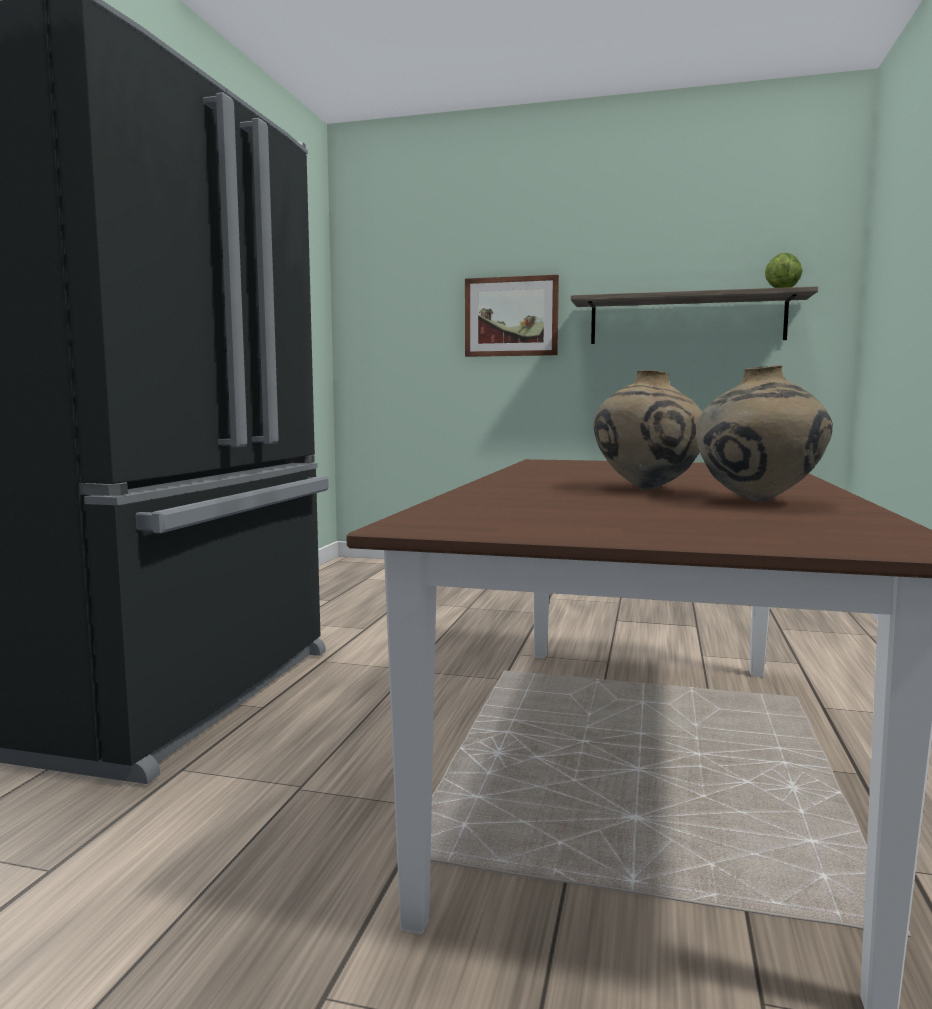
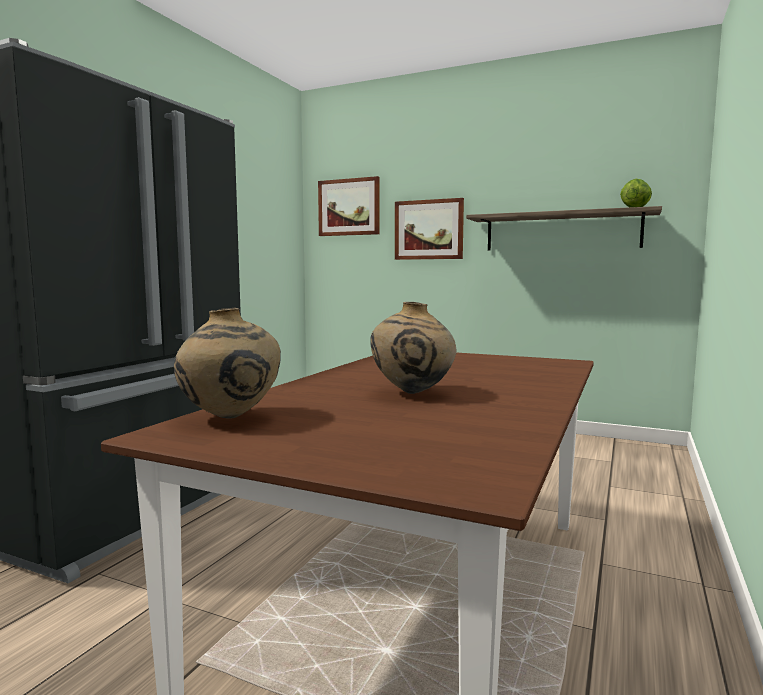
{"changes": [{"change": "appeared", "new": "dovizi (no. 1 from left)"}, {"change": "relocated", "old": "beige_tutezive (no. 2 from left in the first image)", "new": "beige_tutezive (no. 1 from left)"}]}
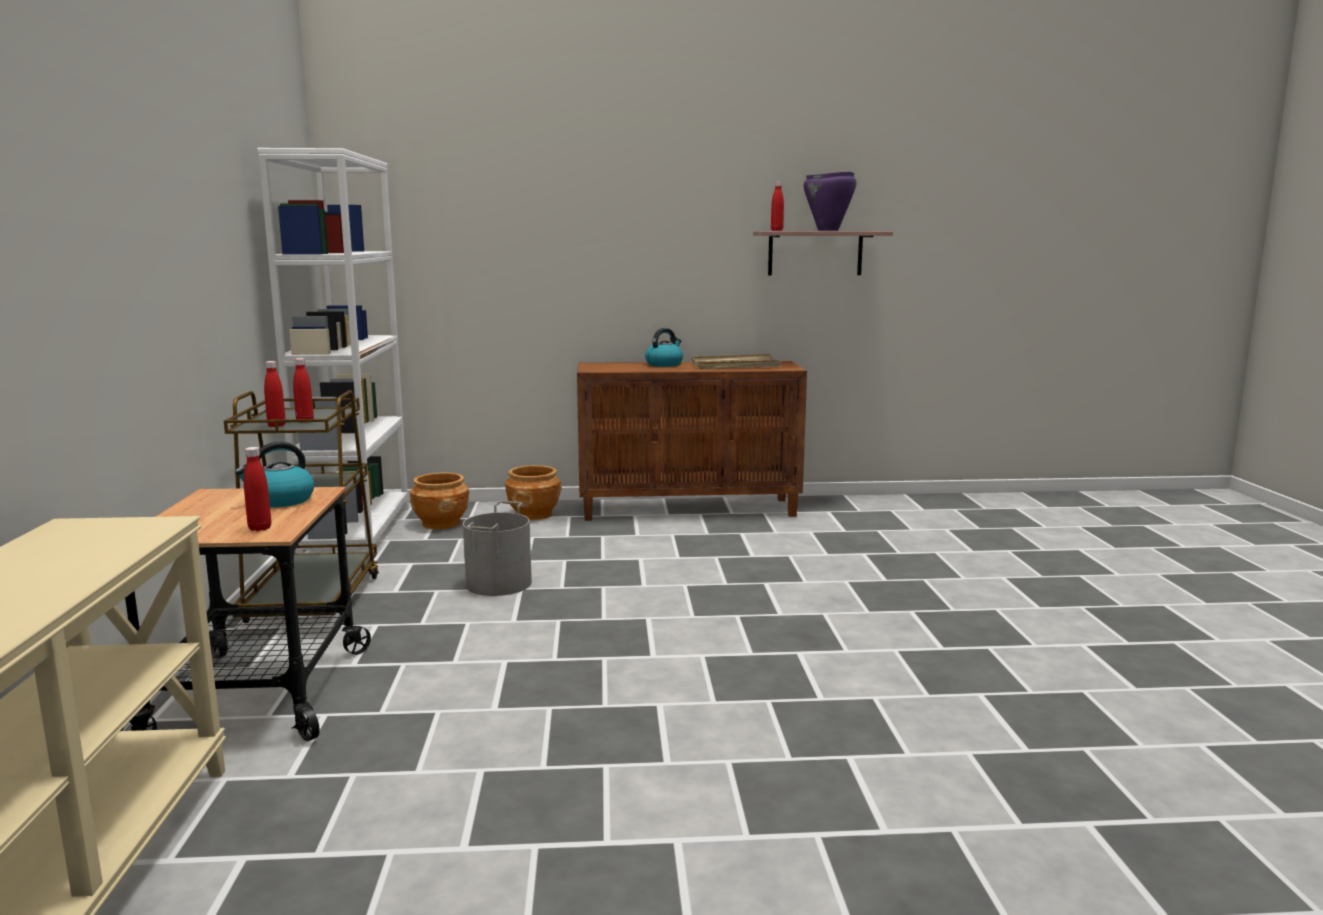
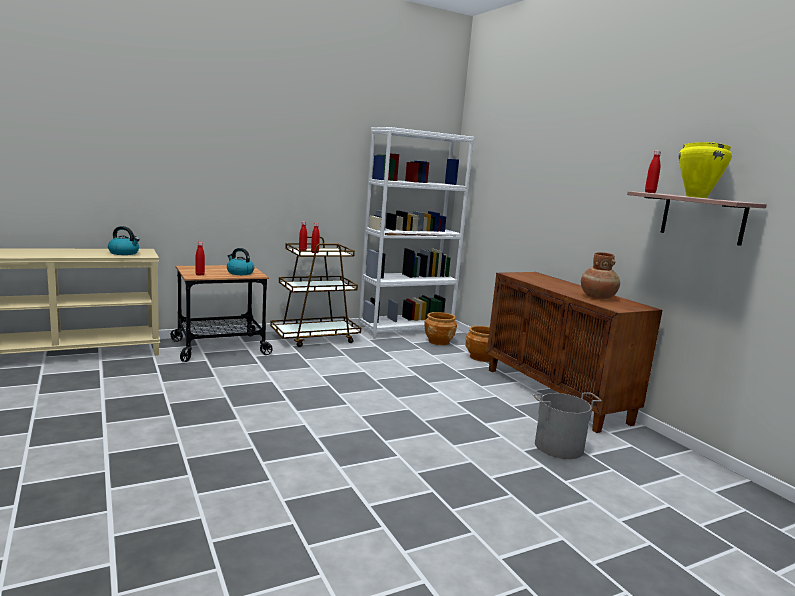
{"changes": [{"change": "relocated", "old": "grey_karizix"}, {"change": "relocated", "old": "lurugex (no. 2 from left in the first image)", "new": "lurugex (no. 1 from left)"}, {"change": "exchanged", "old": "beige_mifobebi", "new": "brown_tutezive"}, {"change": "colour", "old": "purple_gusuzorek", "new": "yellow_gusuzorek"}]}
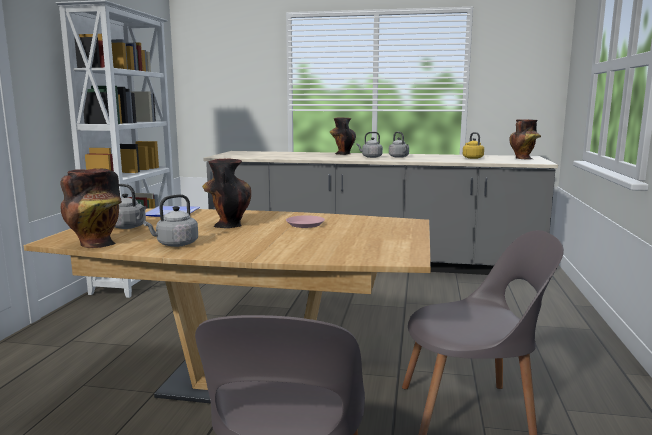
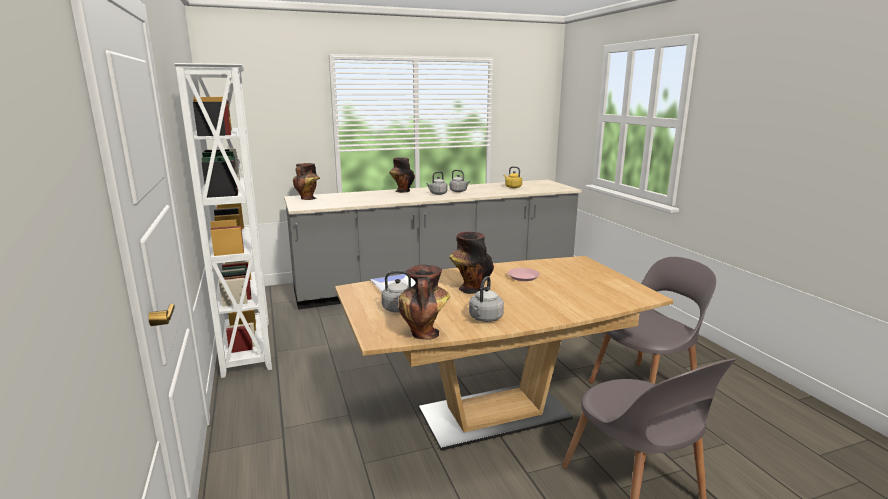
{"changes": [{"change": "relocated", "old": "tutezive (no. 4 from left in the first image)", "new": "tutezive (no. 1 from left)"}]}
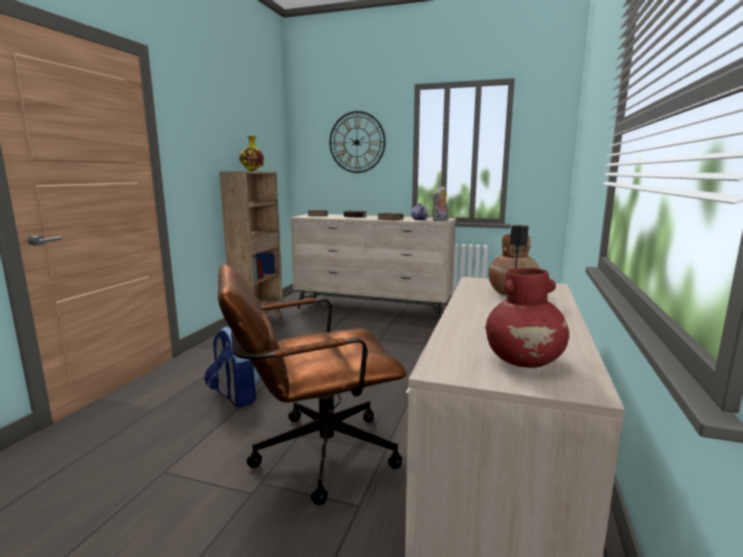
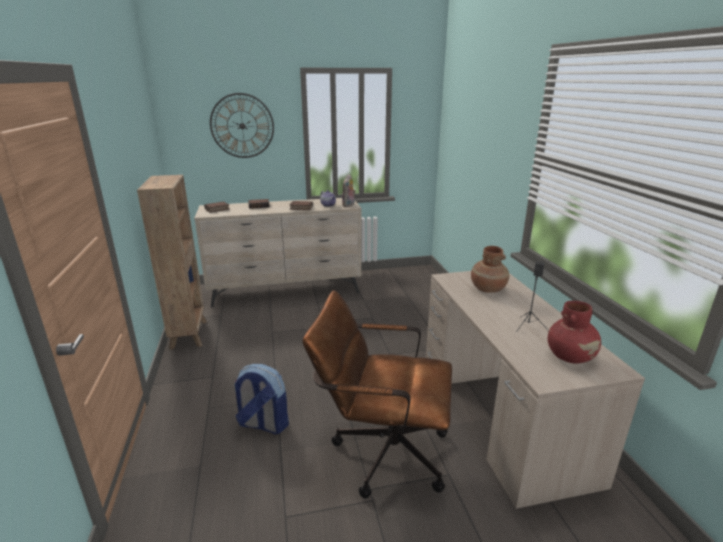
{"changes": [{"change": "missing", "old": "yellow_tutezive"}, {"change": "spun", "old": "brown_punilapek", "degrees": 60}]}
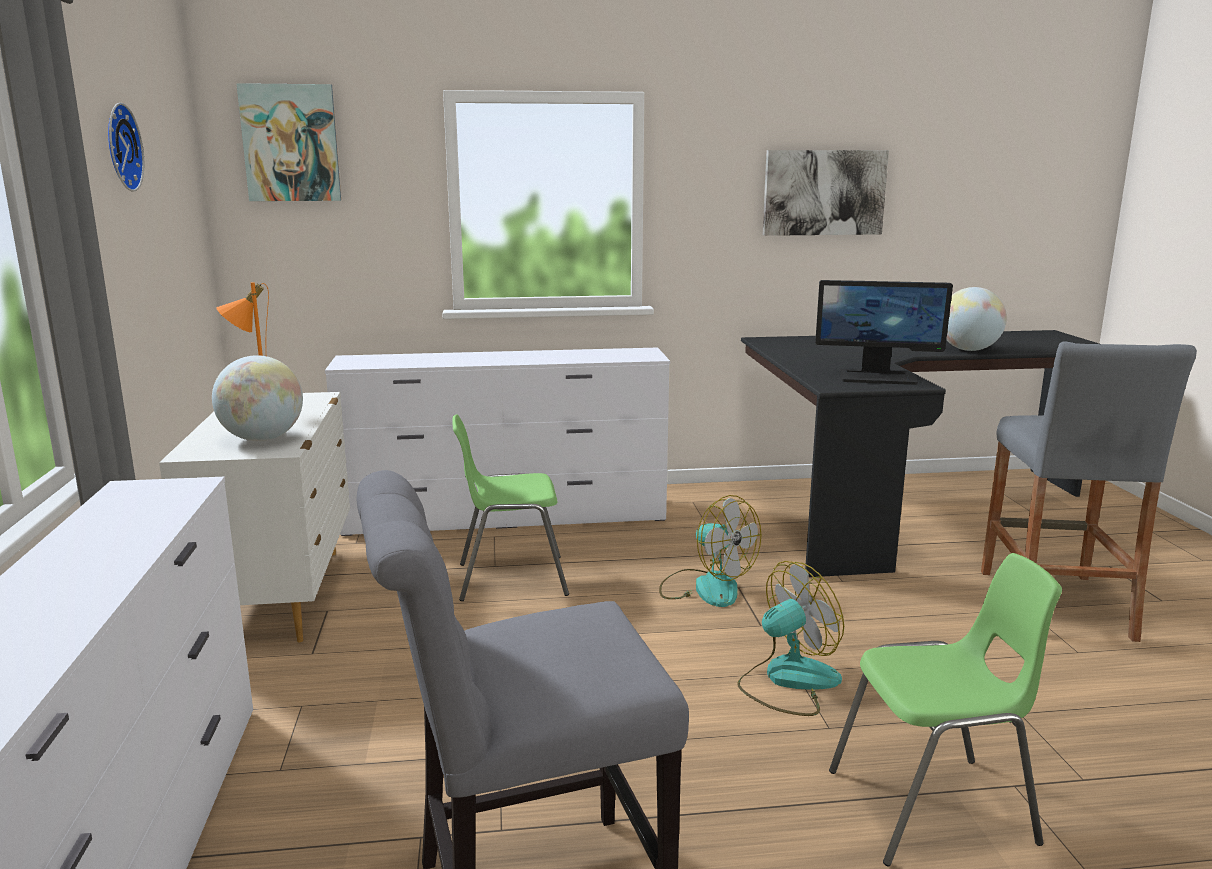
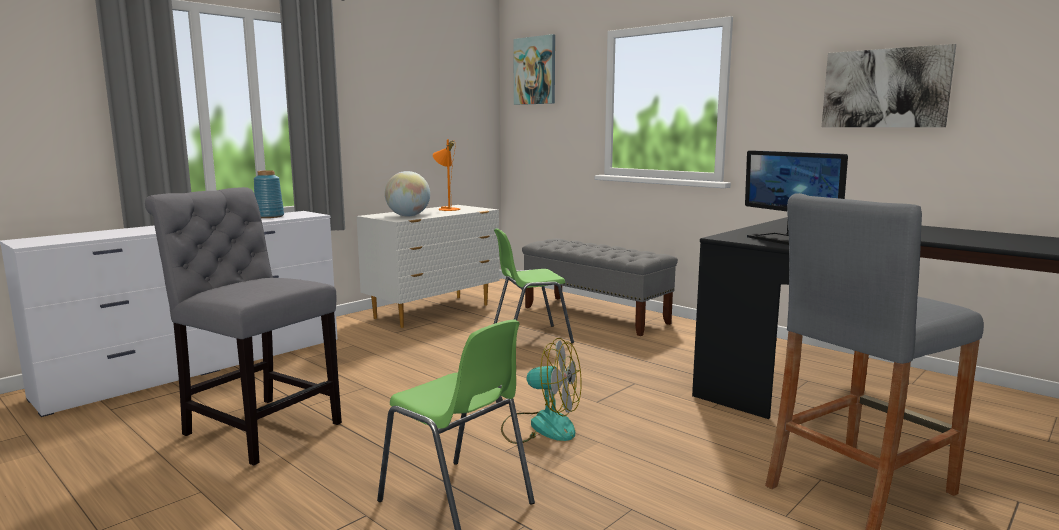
{"changes": [{"change": "missing", "old": "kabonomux"}, {"change": "missing", "old": "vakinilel (no. 1 from left)"}, {"change": "missing", "old": "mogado (no. 2 from left)"}, {"change": "appeared", "new": "blue_tutezive"}, {"change": "exchanged", "old": "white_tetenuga (no. 3 from left)", "new": "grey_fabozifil"}, {"change": "spun", "old": "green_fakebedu (no. 1 from left in the first image)", "degrees": -60}]}
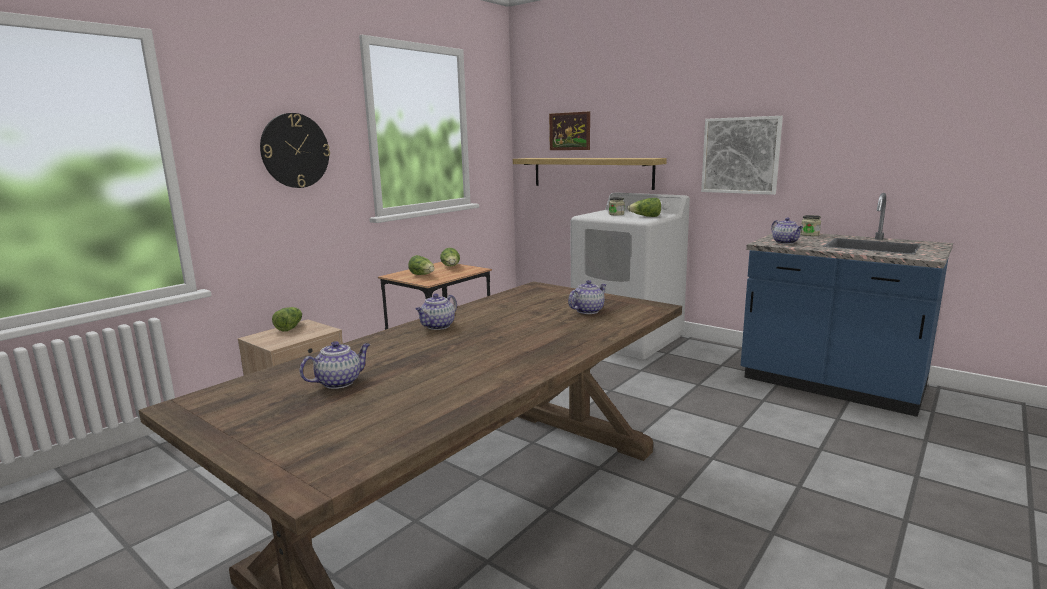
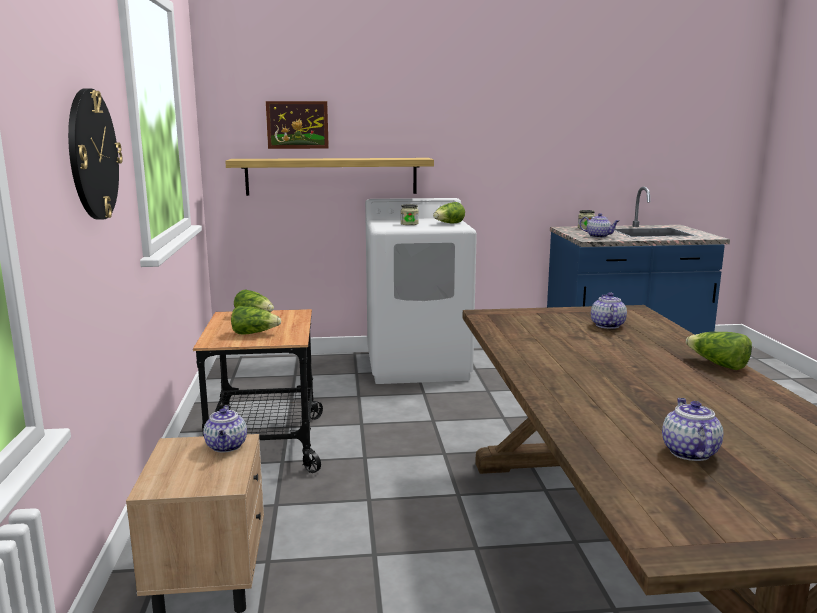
{"changes": [{"change": "missing", "old": "dovizi (no. 2 from left)"}, {"change": "relocated", "old": "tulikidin (no. 1 from left in the first image)", "new": "tulikidin (no. 4 from left)"}, {"change": "relocated", "old": "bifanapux (no. 2 from left in the first image)", "new": "bifanapux (no. 1 from left)"}]}
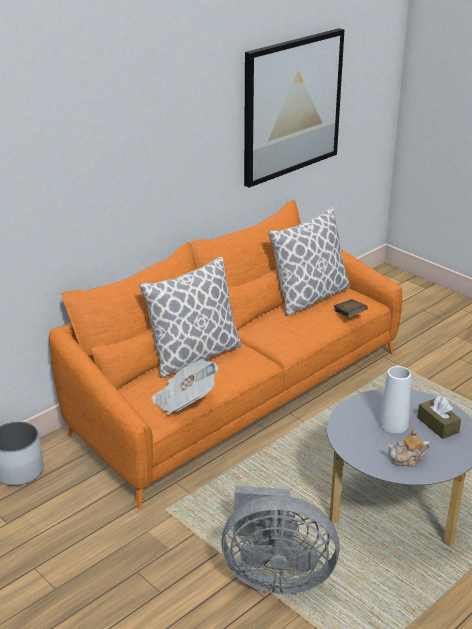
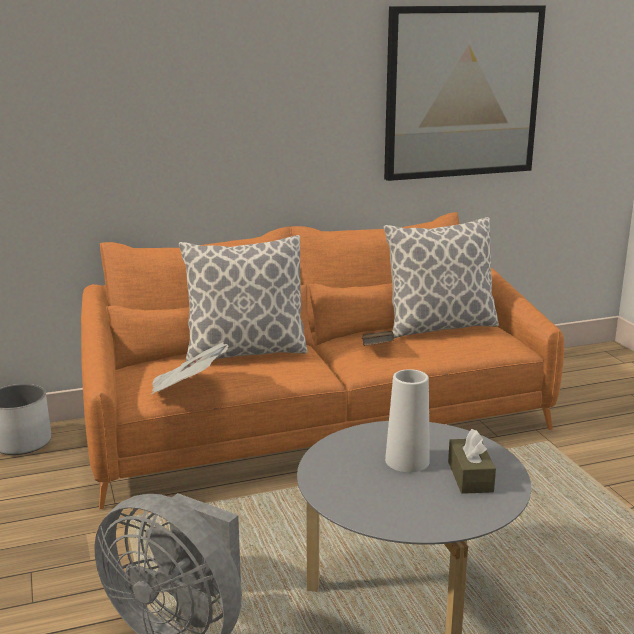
{"changes": [{"change": "missing", "old": "bifanapux"}, {"change": "relocated", "old": "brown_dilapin"}]}
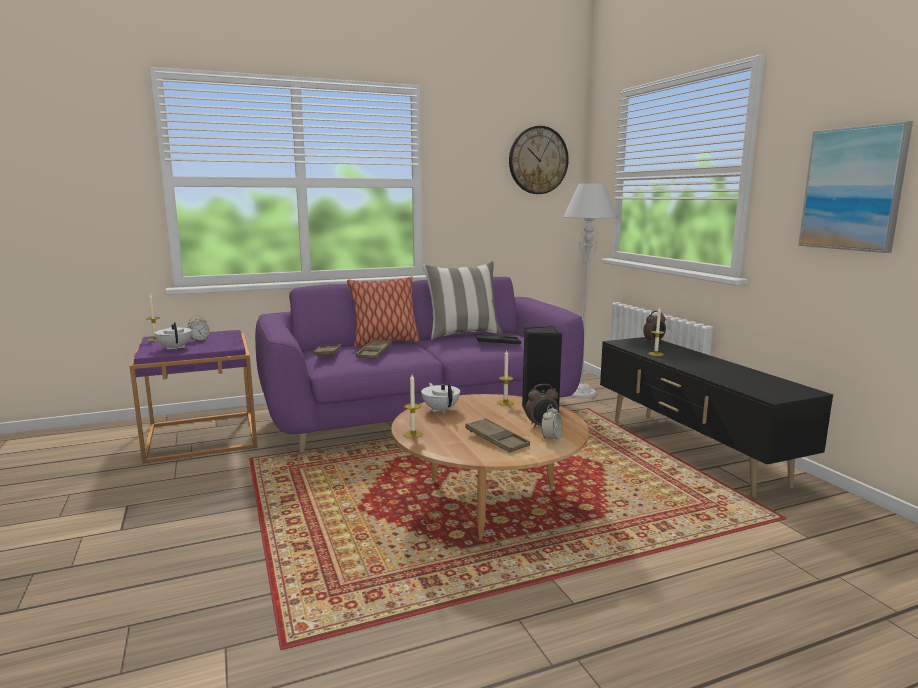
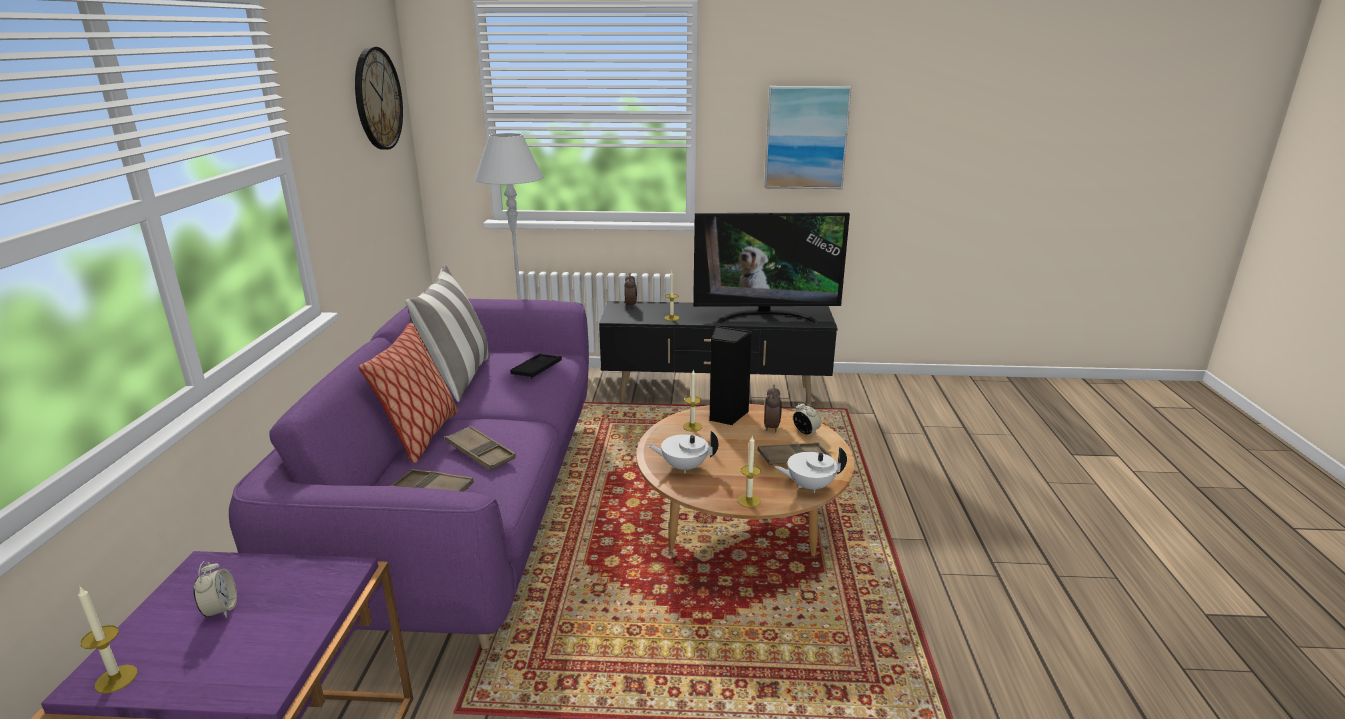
{"changes": [{"change": "appeared", "new": "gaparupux"}, {"change": "relocated", "old": "white_bifanapux (no. 1 from left in the first image)", "new": "white_bifanapux (no. 2 from left)"}]}
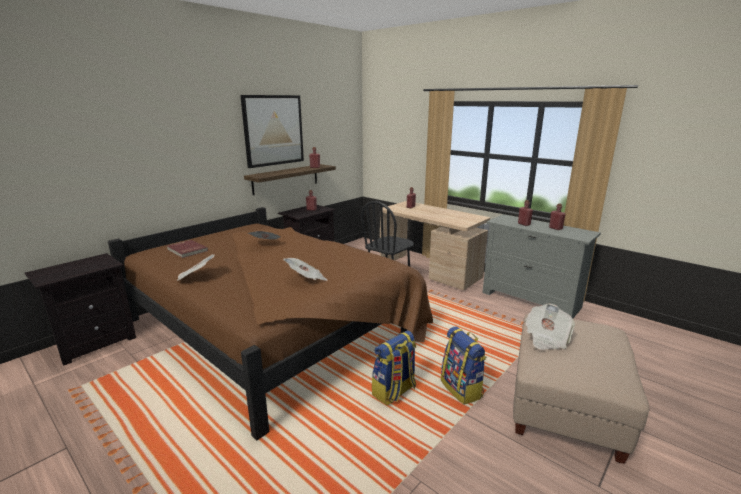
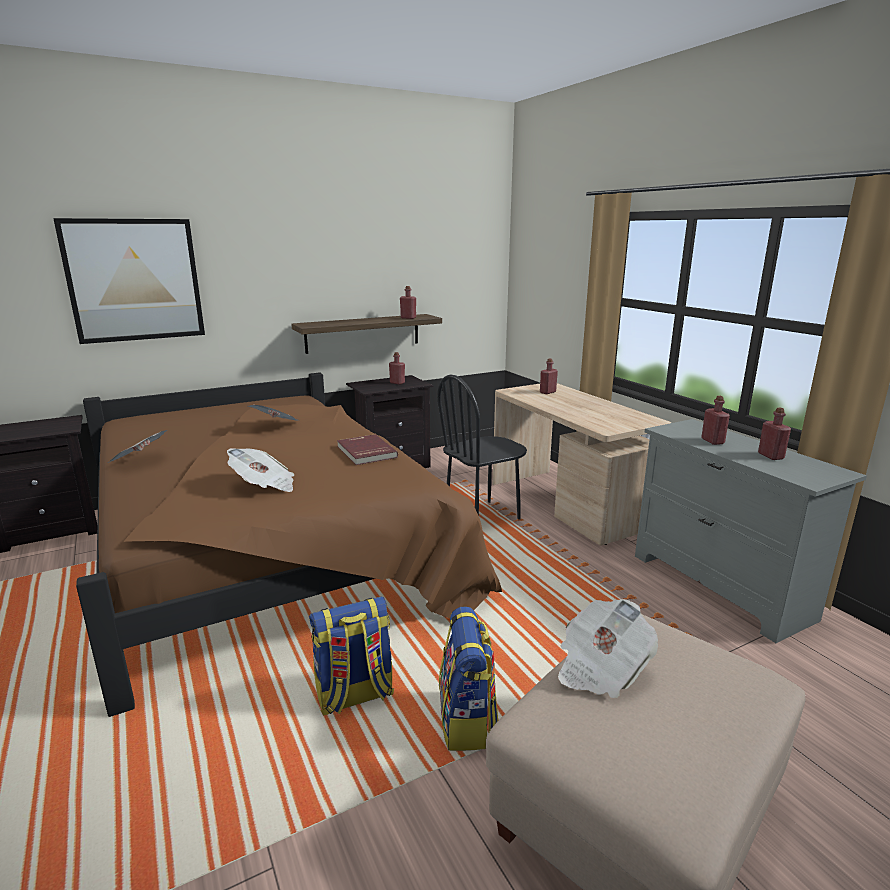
{"changes": [{"change": "relocated", "old": "red_dilapin"}, {"change": "relocated", "old": "dovizi"}]}
